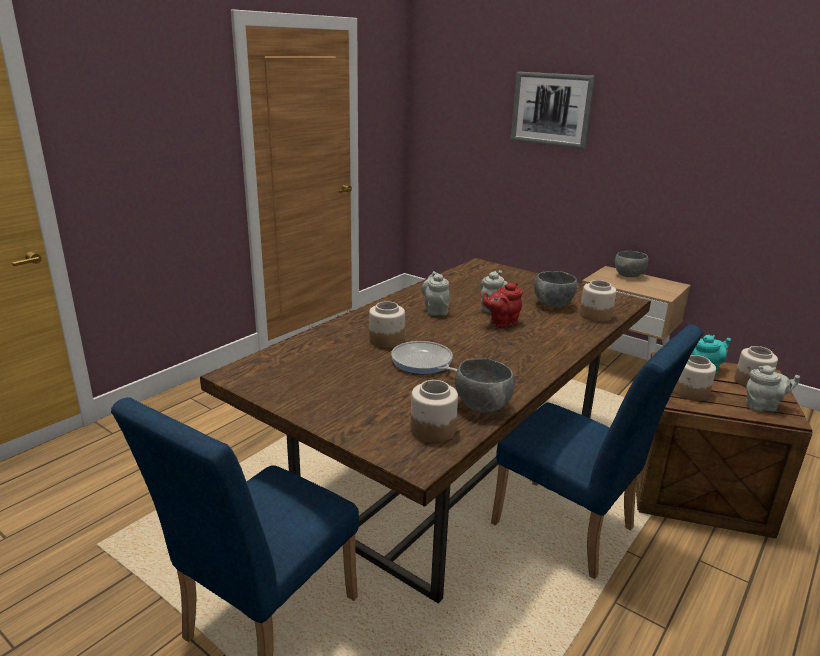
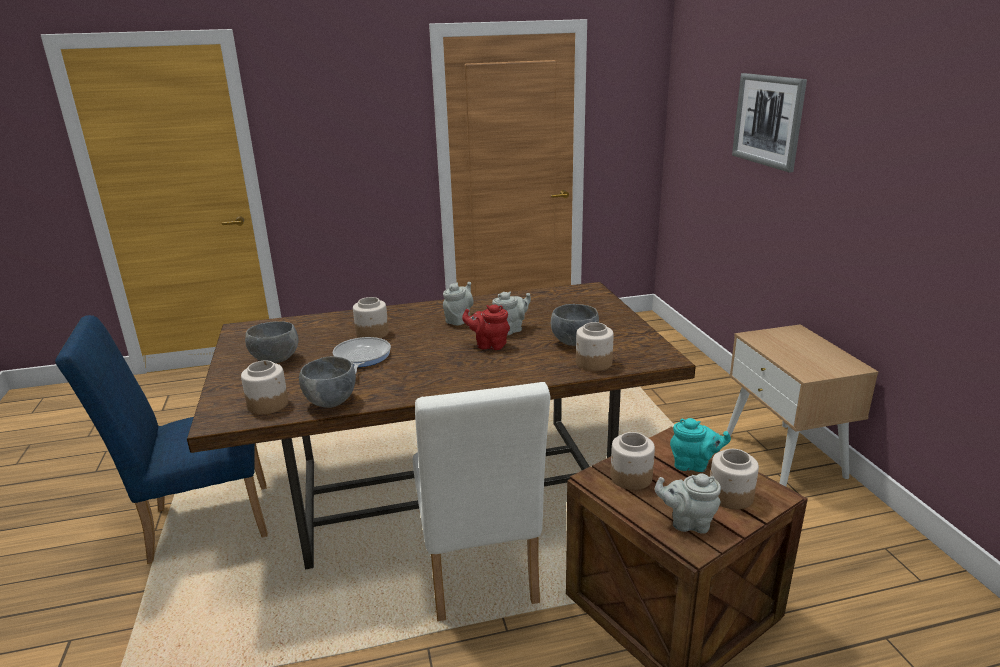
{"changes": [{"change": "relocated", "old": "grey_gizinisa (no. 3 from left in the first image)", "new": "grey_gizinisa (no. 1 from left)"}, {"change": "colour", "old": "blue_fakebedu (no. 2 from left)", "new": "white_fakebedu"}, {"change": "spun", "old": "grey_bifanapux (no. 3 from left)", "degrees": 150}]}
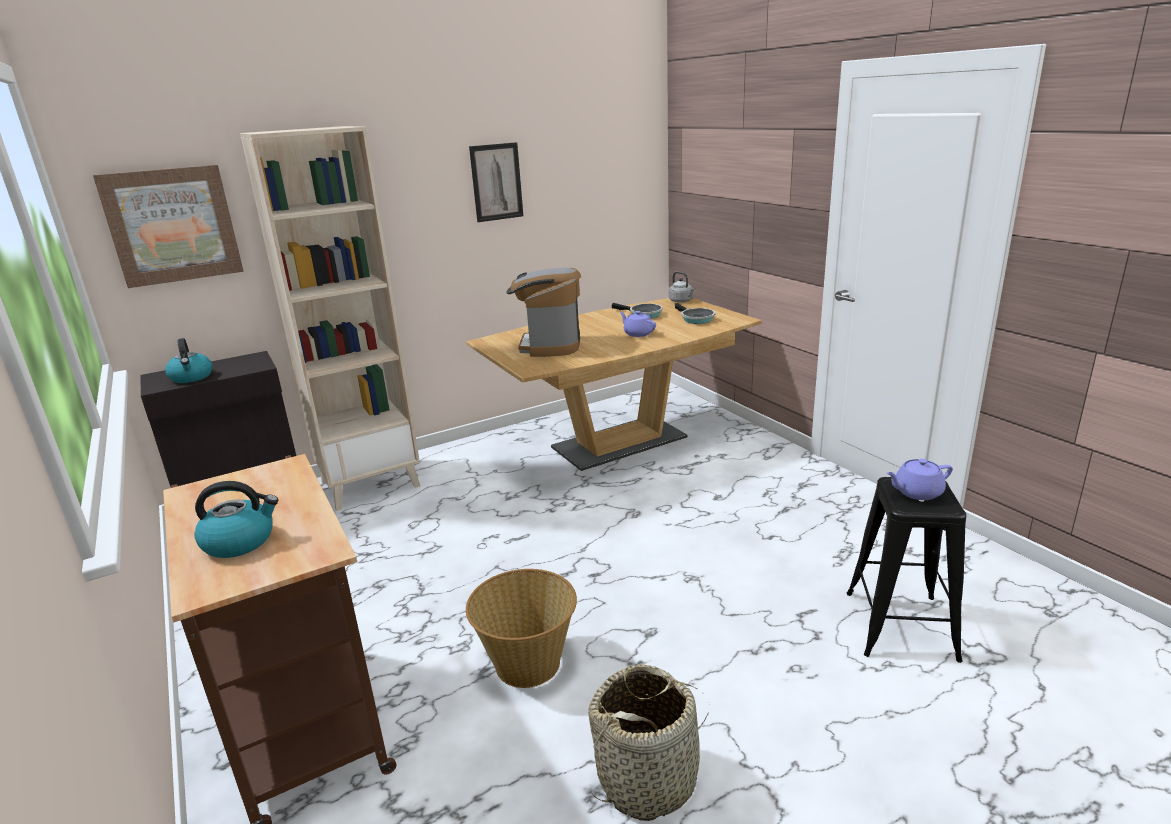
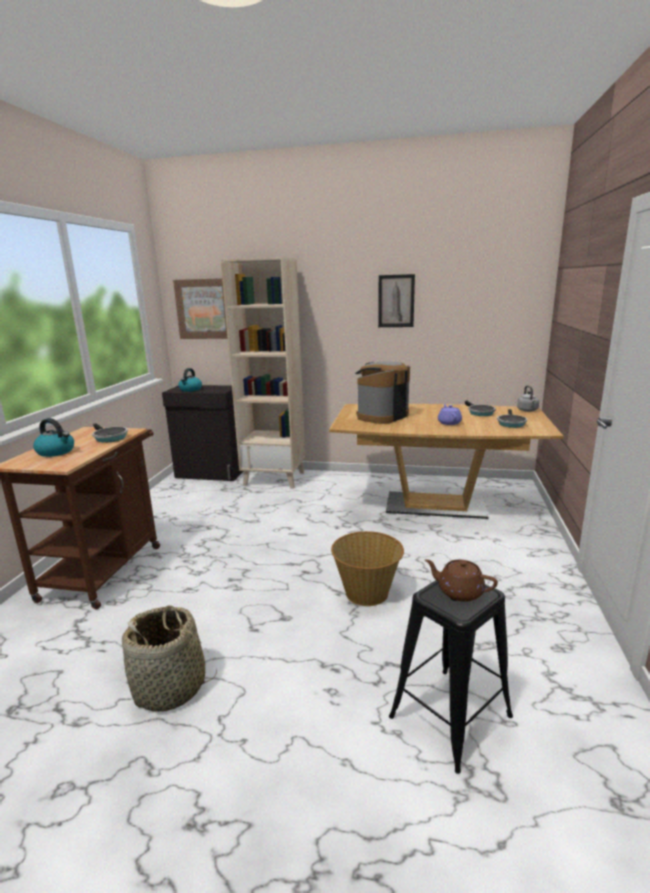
{"changes": [{"change": "appeared", "new": "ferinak (no. 1 from left)"}, {"change": "relocated", "old": "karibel (no. 1 from left in the first image)", "new": "karibel (no. 2 from left)"}, {"change": "colour", "old": "purple_bifanapux (no. 2 from left)", "new": "brown_bifanapux"}]}
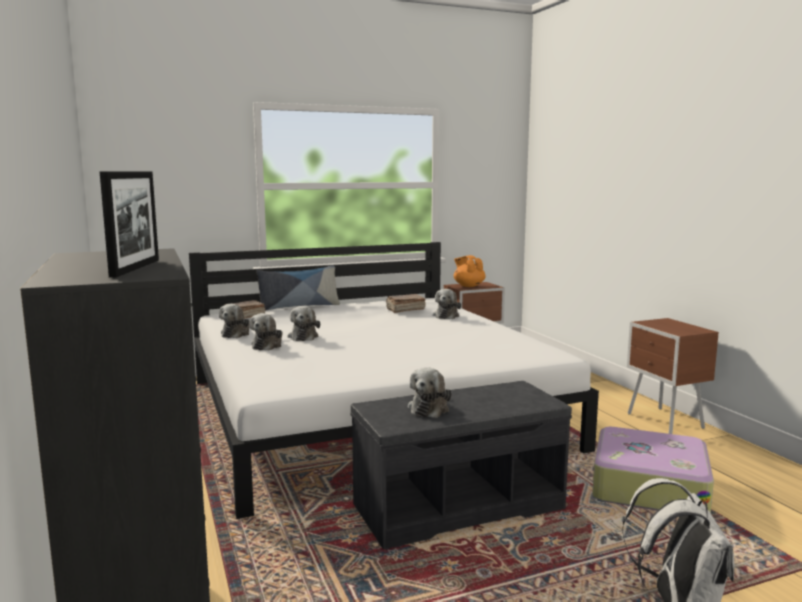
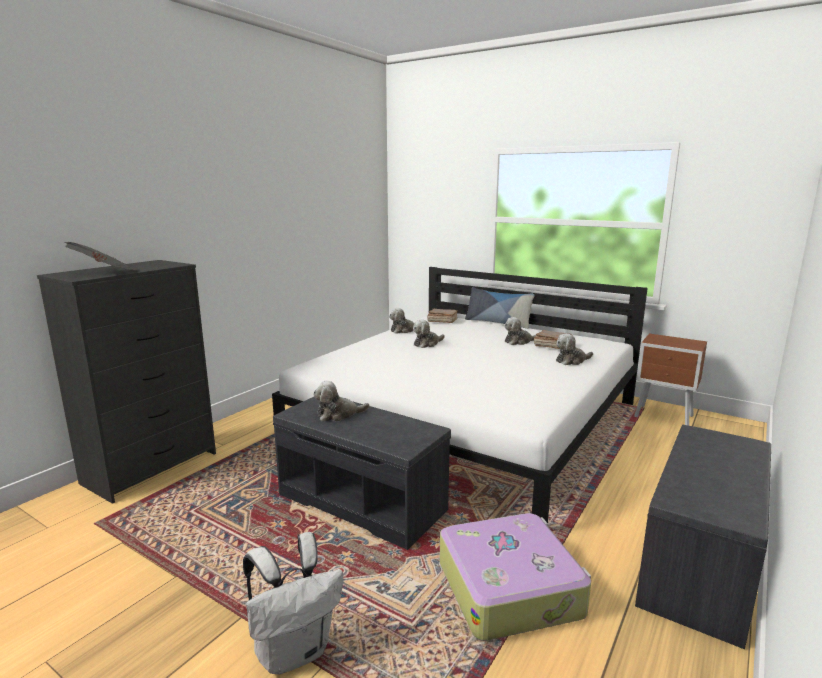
{"changes": [{"change": "missing", "old": "orange_bifanapux"}, {"change": "relocated", "old": "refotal (no. 2 from left in the first image)", "new": "refotal (no. 4 from left)"}, {"change": "exchanged", "old": "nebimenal", "new": "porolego"}, {"change": "exchanged", "old": "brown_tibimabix (no. 2 from left)", "new": "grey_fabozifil (no. 2 from left)"}]}
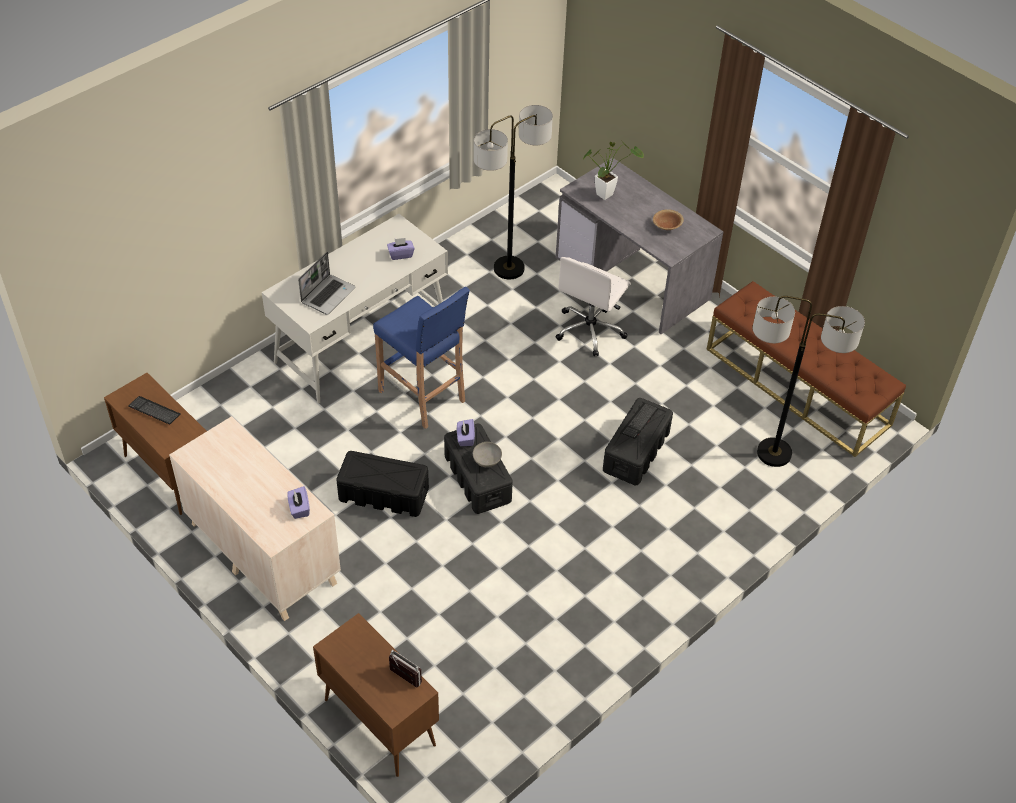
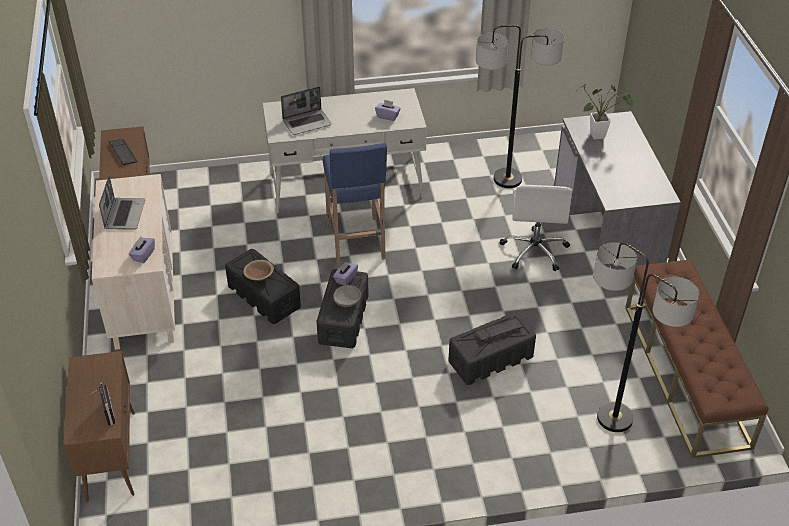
{"changes": [{"change": "appeared", "new": "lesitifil (no. 1 from left)"}, {"change": "relocated", "old": "brown_gizinisa"}, {"change": "spun", "old": "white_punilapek", "degrees": -60}]}
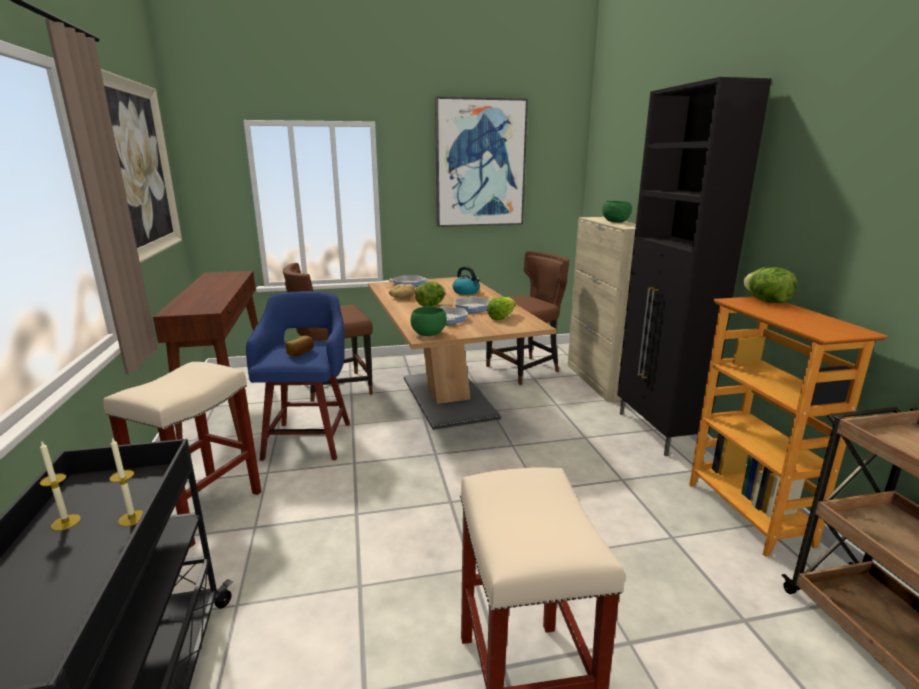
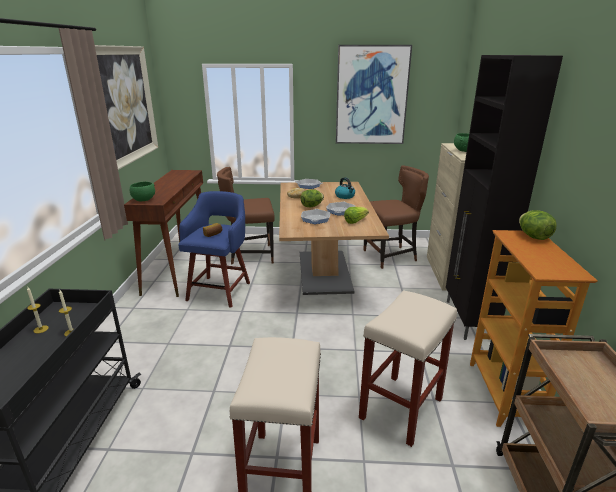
{"changes": [{"change": "relocated", "old": "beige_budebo (no. 1 from left in the first image)", "new": "beige_budebo (no. 2 from left)"}, {"change": "relocated", "old": "green_gizinisa (no. 1 from left)"}]}
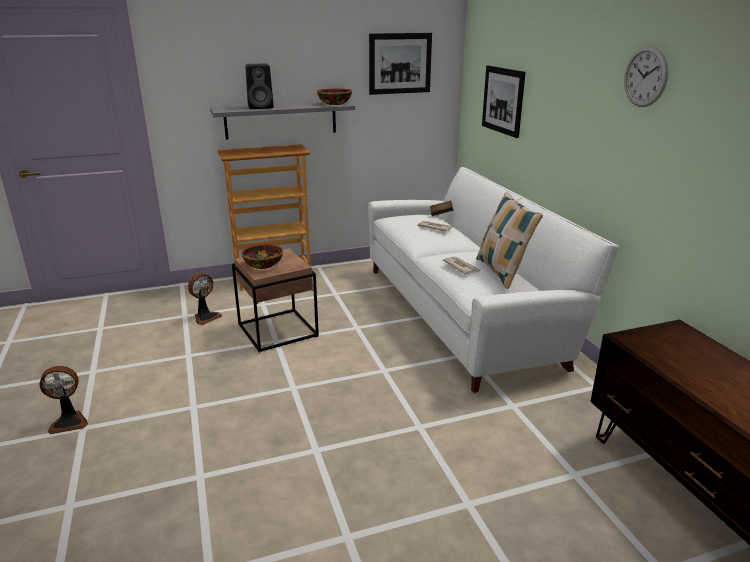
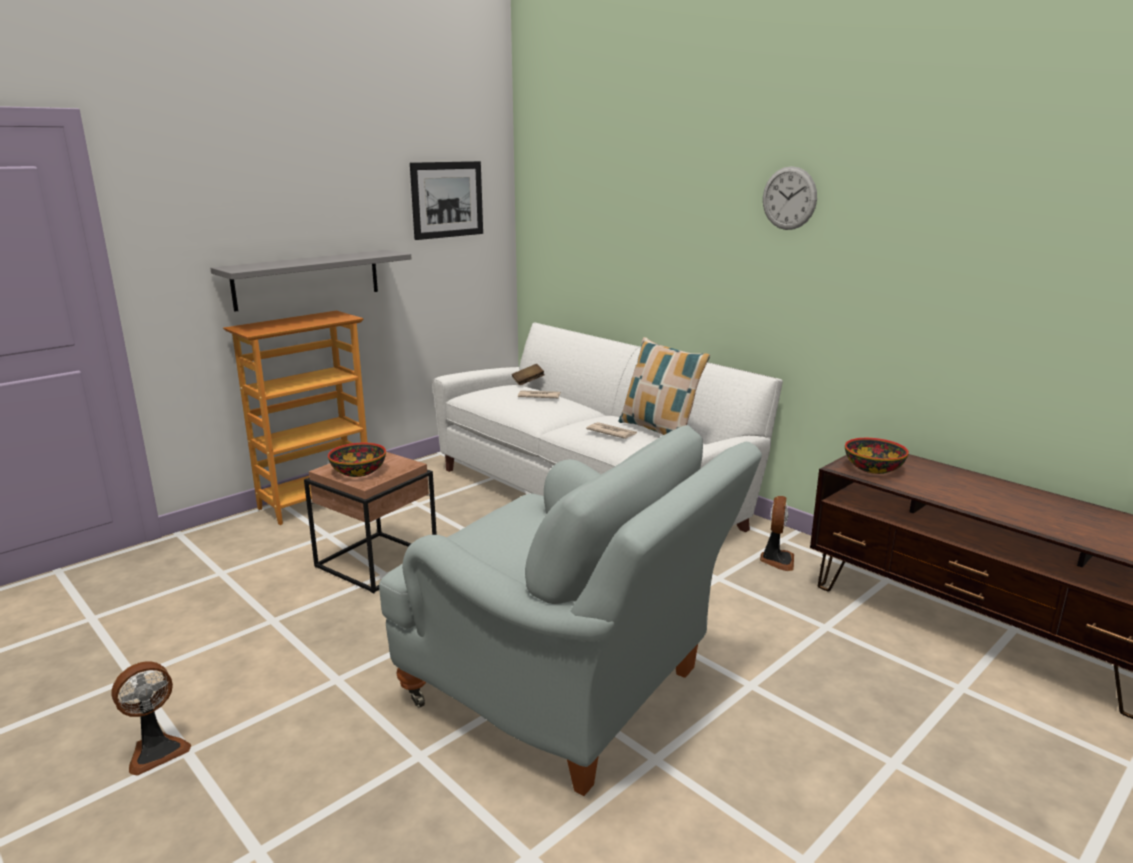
{"changes": [{"change": "missing", "old": "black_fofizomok"}, {"change": "missing", "old": "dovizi (no. 2 from left)"}, {"change": "appeared", "new": "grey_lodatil"}, {"change": "relocated", "old": "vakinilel (no. 2 from left)"}, {"change": "relocated", "old": "gizinisa (no. 2 from left)"}]}
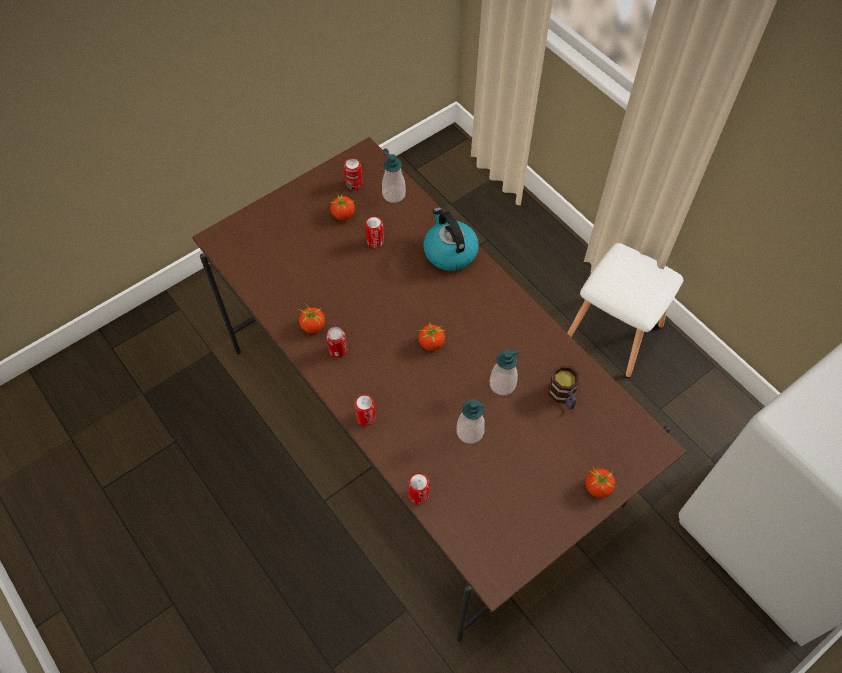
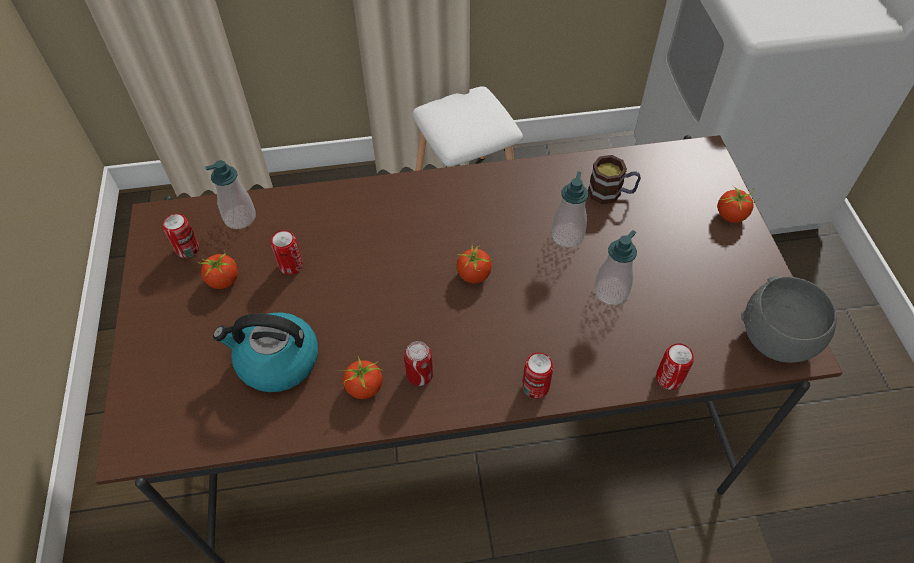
{"changes": [{"change": "appeared", "new": "grey_gizinisa"}, {"change": "relocated", "old": "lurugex"}]}
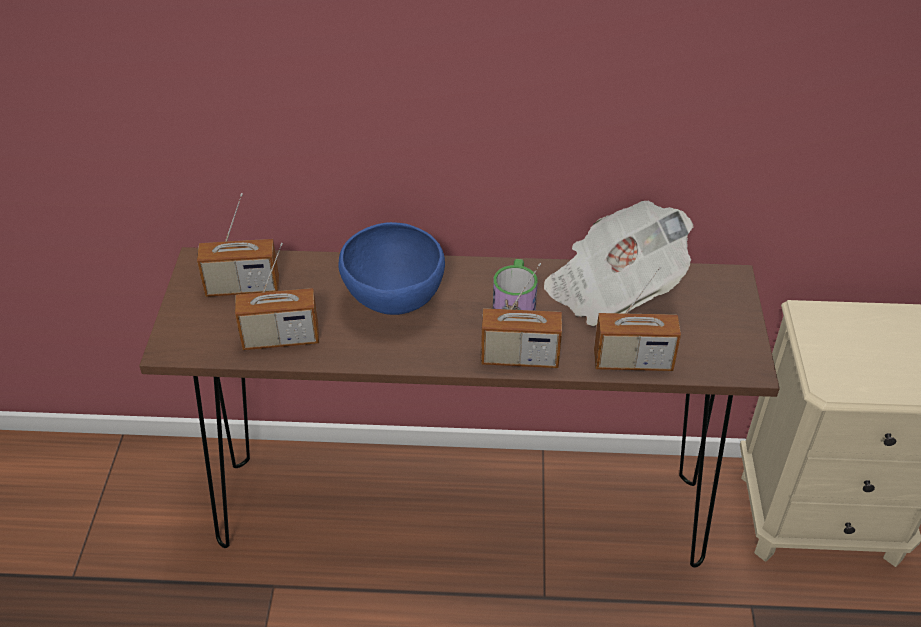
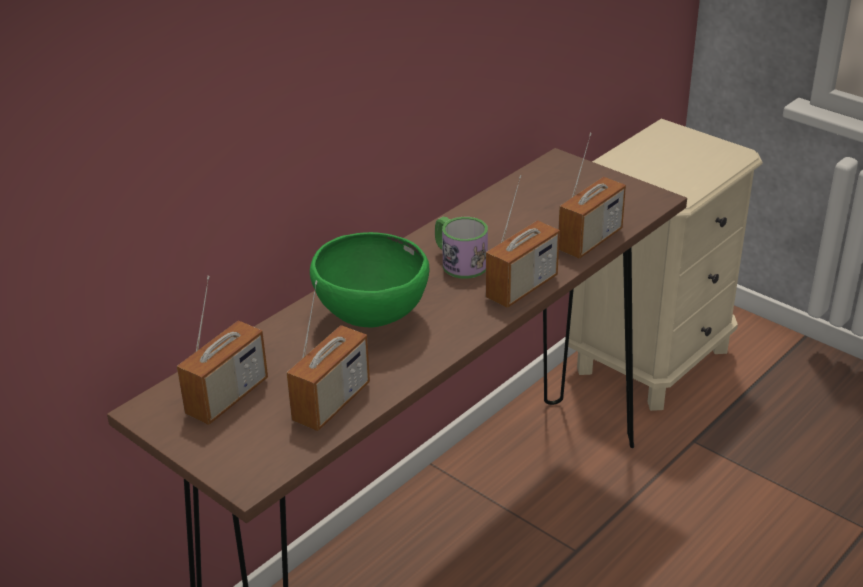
{"changes": [{"change": "missing", "old": "porolego"}, {"change": "colour", "old": "blue_gizinisa", "new": "green_gizinisa"}]}
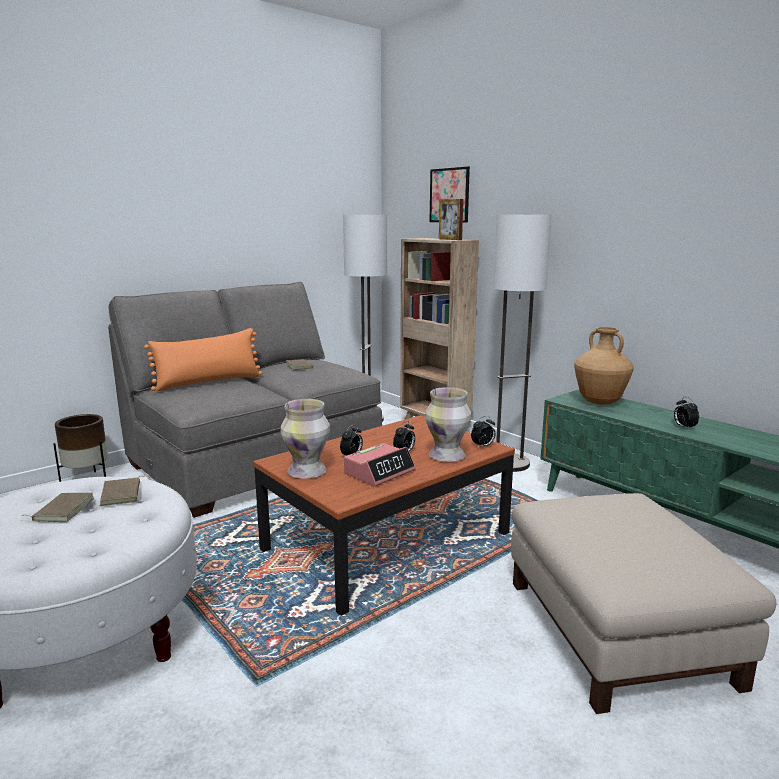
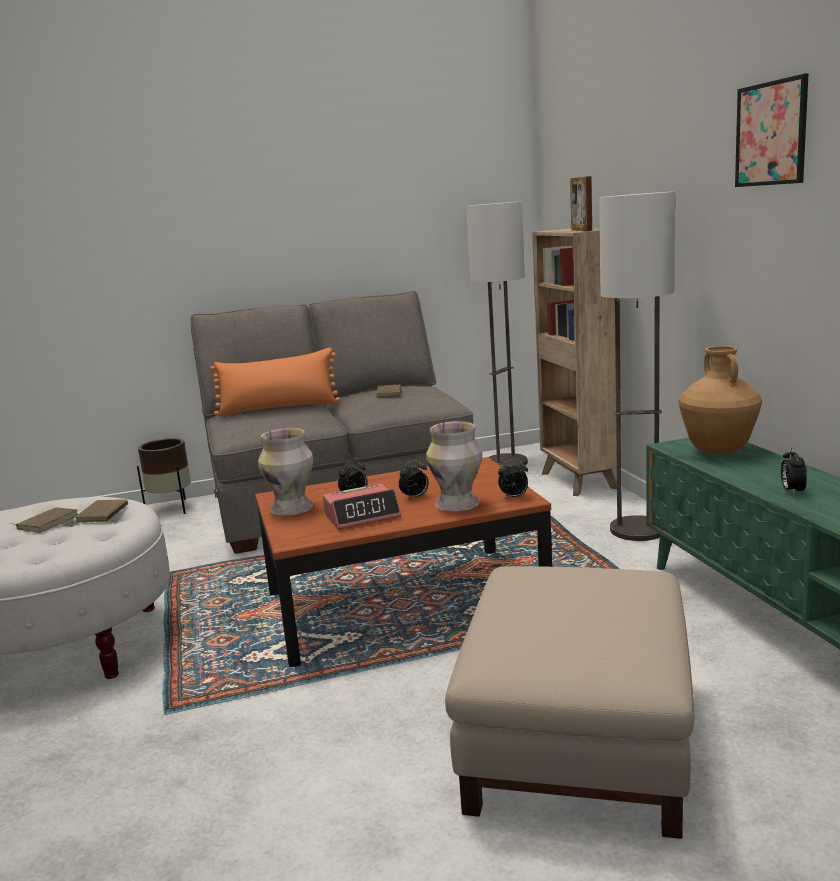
{"changes": [{"change": "relocated", "old": "dovizi"}]}
